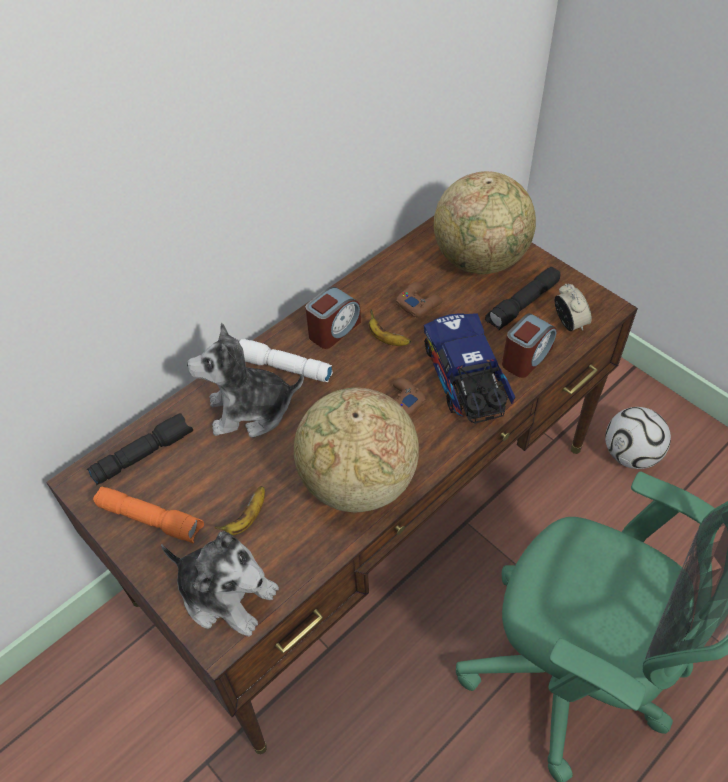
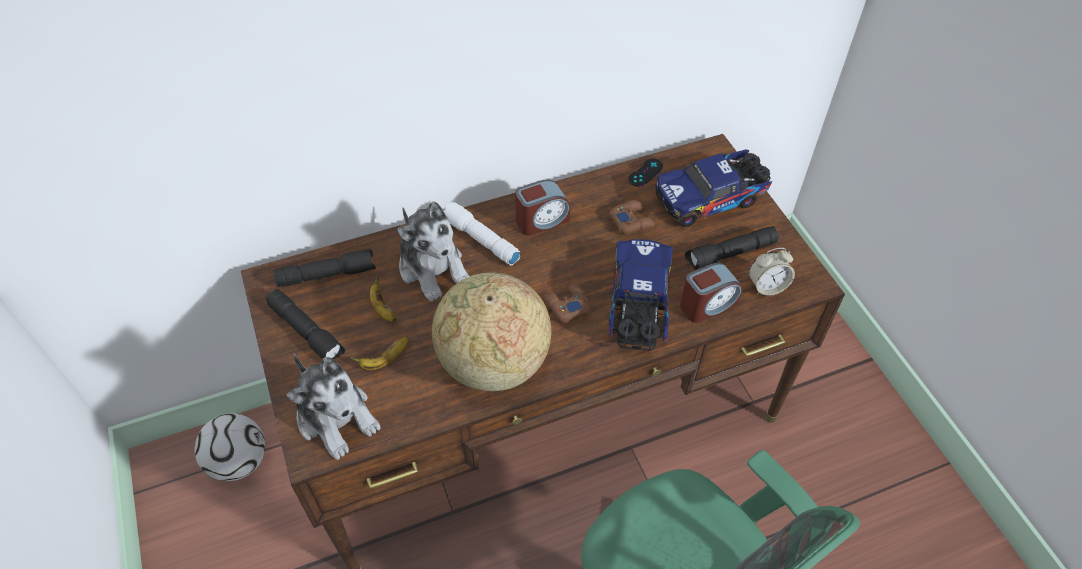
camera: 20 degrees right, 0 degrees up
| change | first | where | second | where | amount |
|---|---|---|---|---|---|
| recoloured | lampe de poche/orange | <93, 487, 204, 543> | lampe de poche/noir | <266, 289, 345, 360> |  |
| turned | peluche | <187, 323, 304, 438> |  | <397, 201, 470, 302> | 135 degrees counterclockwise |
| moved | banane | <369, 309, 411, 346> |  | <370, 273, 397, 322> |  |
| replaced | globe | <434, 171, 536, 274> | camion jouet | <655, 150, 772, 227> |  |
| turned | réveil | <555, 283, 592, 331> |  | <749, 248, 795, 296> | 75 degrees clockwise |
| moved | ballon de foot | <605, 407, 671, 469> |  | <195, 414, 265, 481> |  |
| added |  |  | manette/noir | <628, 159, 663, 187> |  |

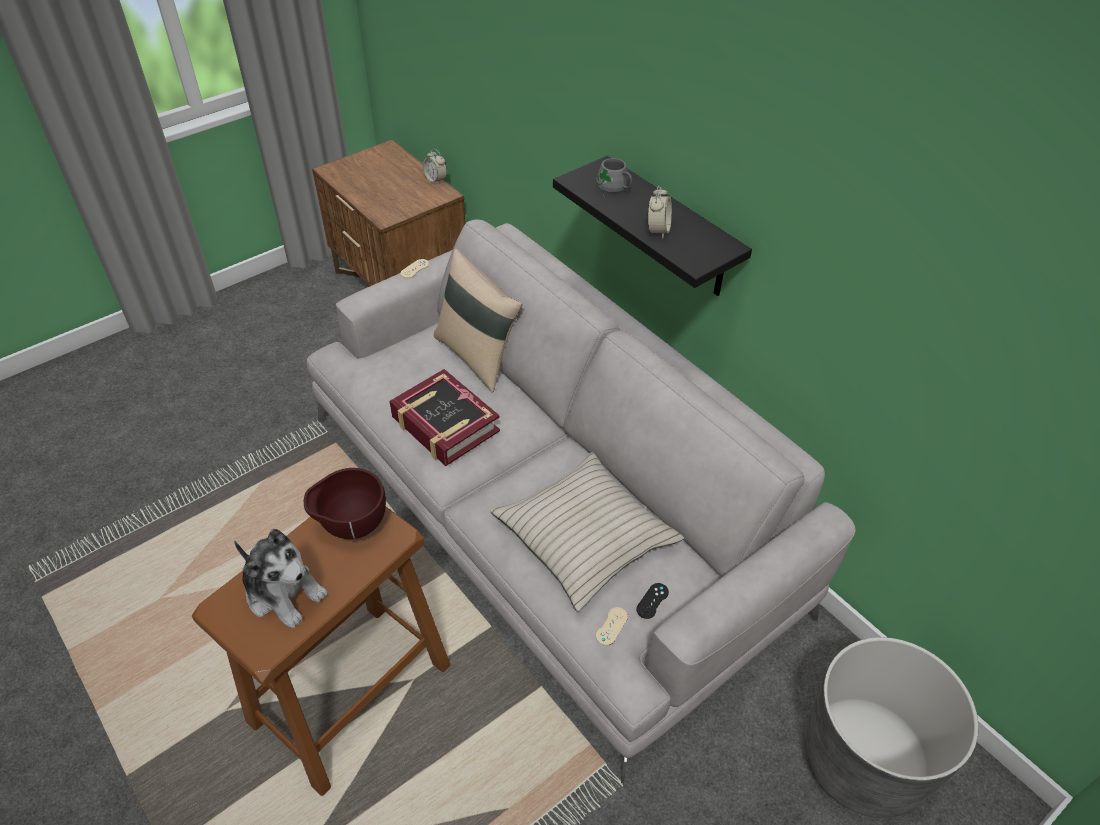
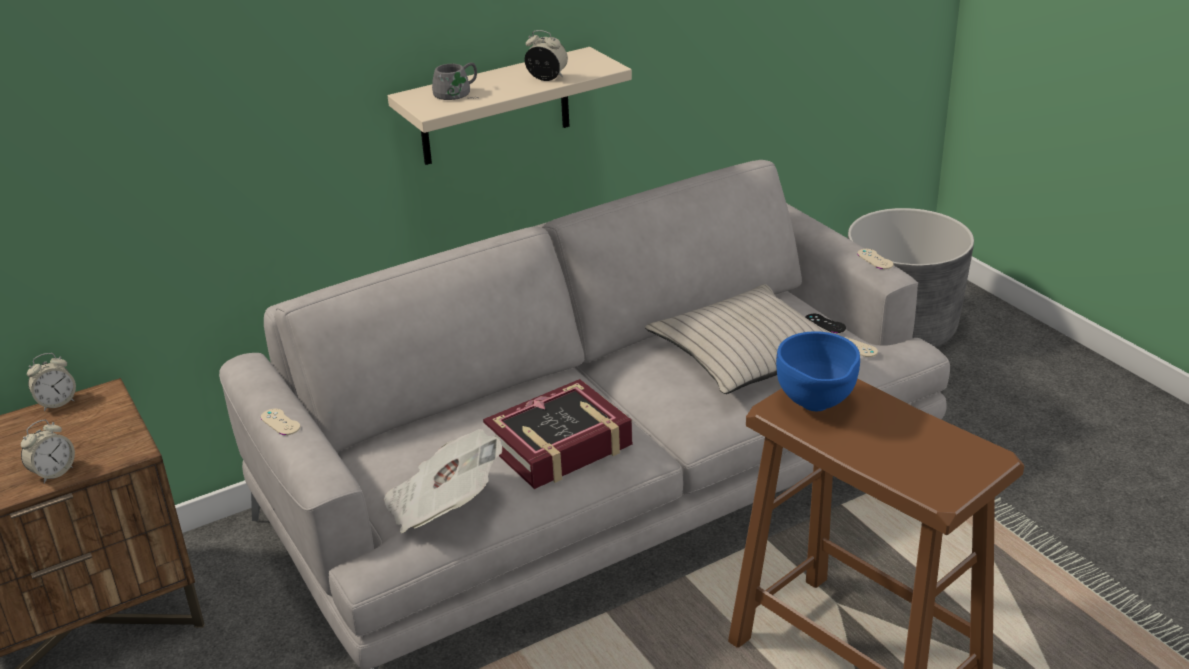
camera: 80 degrees left, 15 degrees down
| change | first | where | second | where | amount |
|---|---|---|---|---|---|
| removed | peluche | <234, 529, 328, 629> |  |  |  |
| recoloured | bol/marron | <304, 468, 386, 539> | bol/bleu | <776, 331, 860, 411> |  |
| removed | coussin/beige | <434, 249, 523, 393> |  |  |  |
| recoloured | étagère/noir | <553, 156, 752, 296> | étagère/beige | <388, 47, 632, 165> |  |
| added |  |  | réveil | <21, 419, 75, 484> |  |
| added |  |  | journal | <383, 429, 502, 533> |  |
| added |  |  | manette/beige | <857, 249, 893, 269> |  |

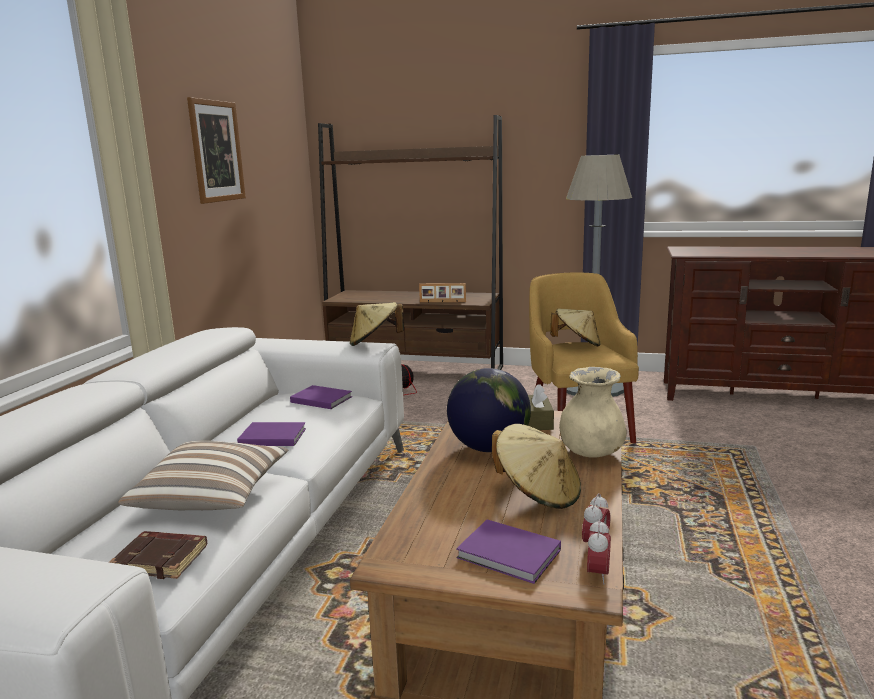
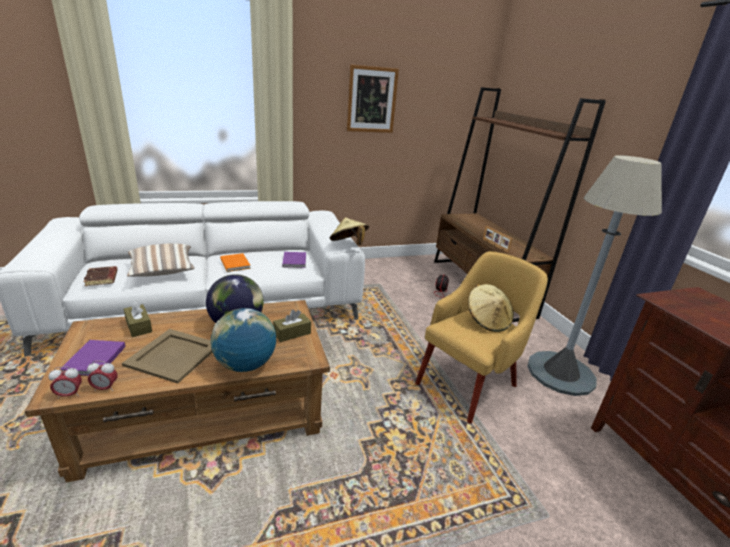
camera: 55 degrees right, 10 degrees up
| change | first | where | second | where | amount |
|---|---|---|---|---|---|
| recoloured | livre/violet | <237, 422, 306, 446> | livre/orange | <220, 253, 251, 272> |  |
| replaced | chapeau/beige | <492, 424, 581, 509> | plateau/beige | <122, 329, 213, 384> |  |
| replaced | vase/beige | <559, 367, 627, 458> | globe | <211, 308, 276, 372> |  |
| added |  |  | boîte à mouchoirs/marron | <124, 301, 152, 337> |  |

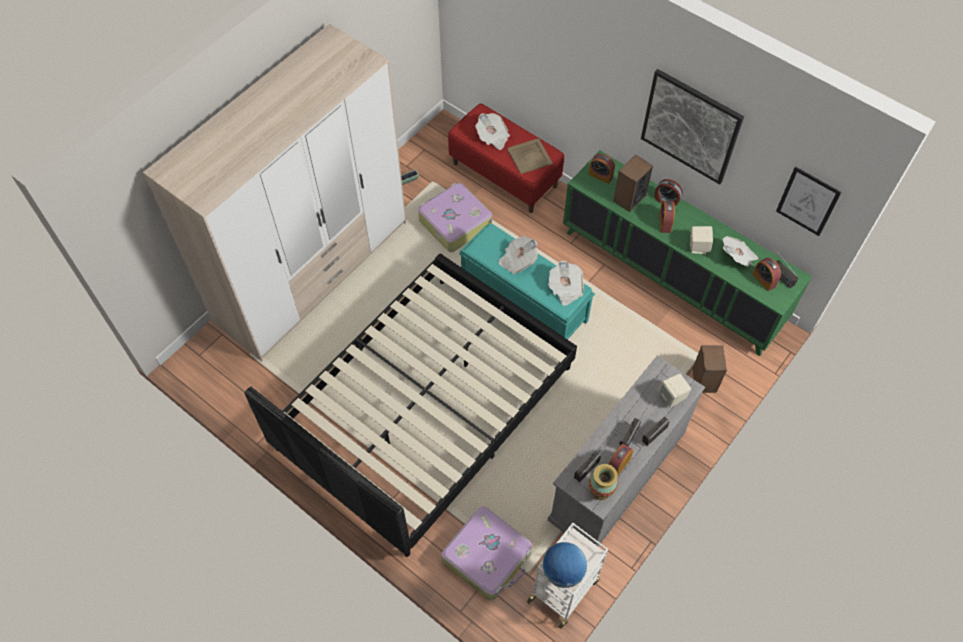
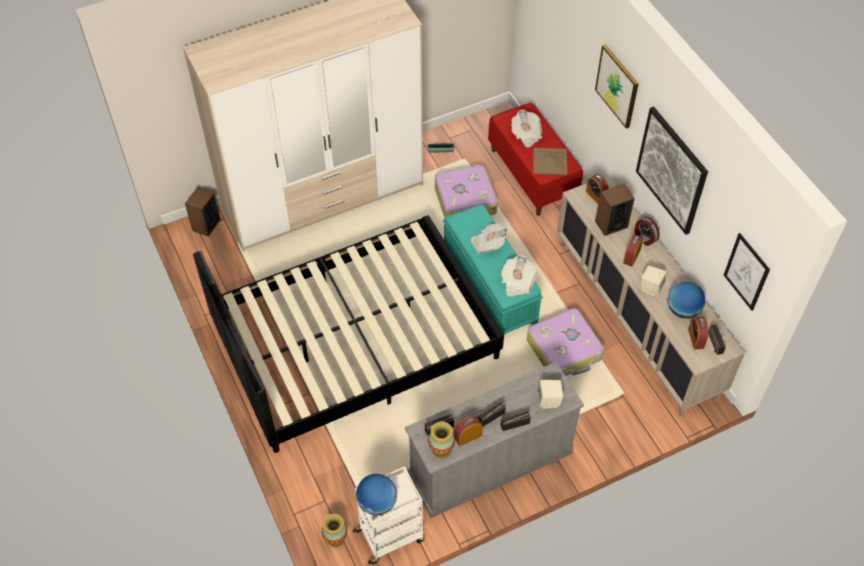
camera: 25 degrees right, 5 degrees down
| change | first | where | second | where | amount |
|---|---|---|---|---|---|
| moved | valise | <442, 506, 532, 600> |  | <527, 308, 604, 376> |  |
| recoloured | meuble de rangement/vert | <563, 151, 812, 356> | meuble de rangement/beige | <557, 175, 745, 417> |  |
| moved | enceinte | <692, 345, 727, 393> |  | <185, 187, 221, 237> |  |
| replaced | journal | <722, 236, 758, 267> | globe | <667, 282, 705, 319> |  |
| added |  |  | vase | <322, 514, 347, 547> |  |
| added |  |  | tableau | <595, 44, 639, 129> |  |

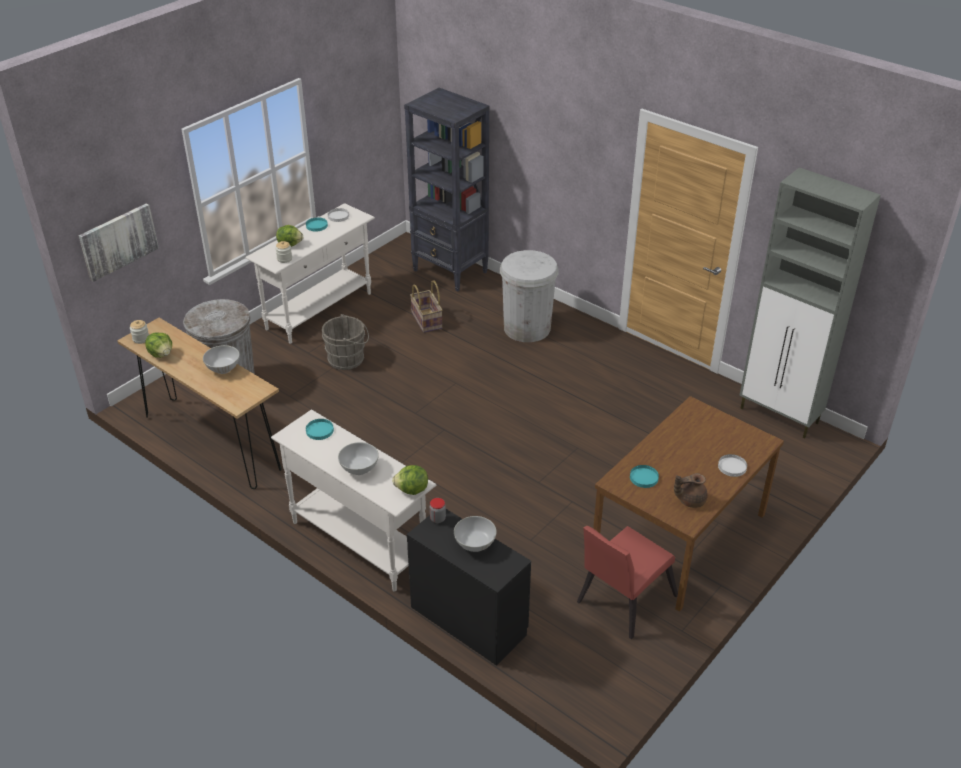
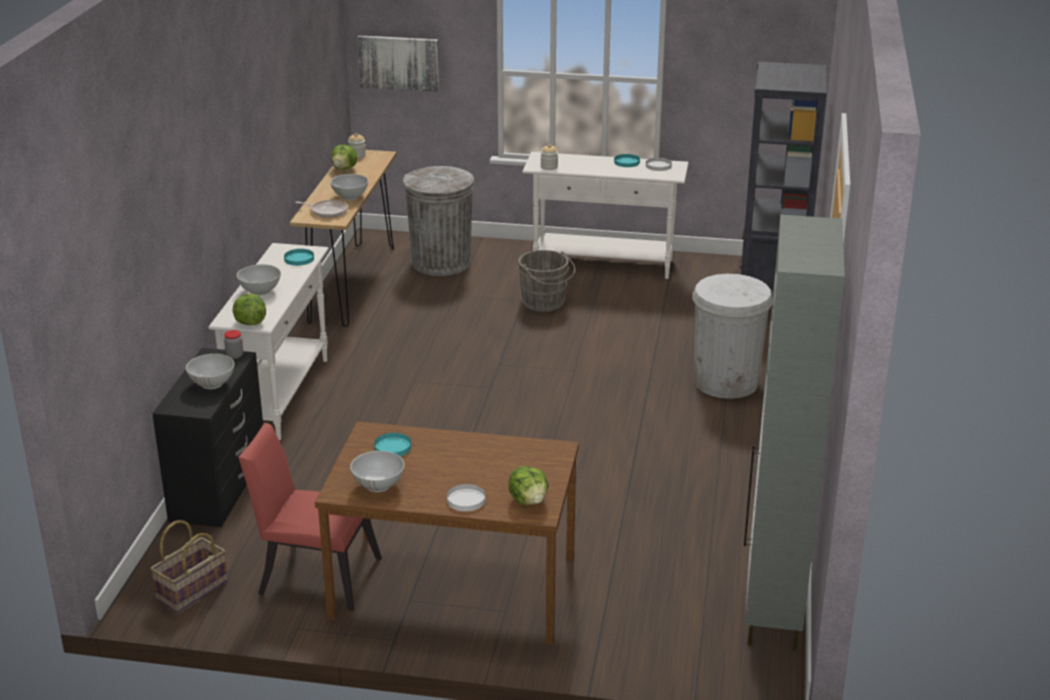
camera: 60 degrees right, 10 degrees down
| change | first | where | second | where | amount |
|---|---|---|---|---|---|
| moved | laitue | <276, 225, 303, 247> |  | <508, 466, 549, 505> |  |
| moved | panier | <410, 280, 442, 333> |  | <150, 520, 228, 612> |  |
| replaced | théière/marron | <674, 473, 708, 508> | bol/blanc | <350, 451, 404, 492> |  |
| added |  |  | poêle | <295, 200, 348, 218> |  |

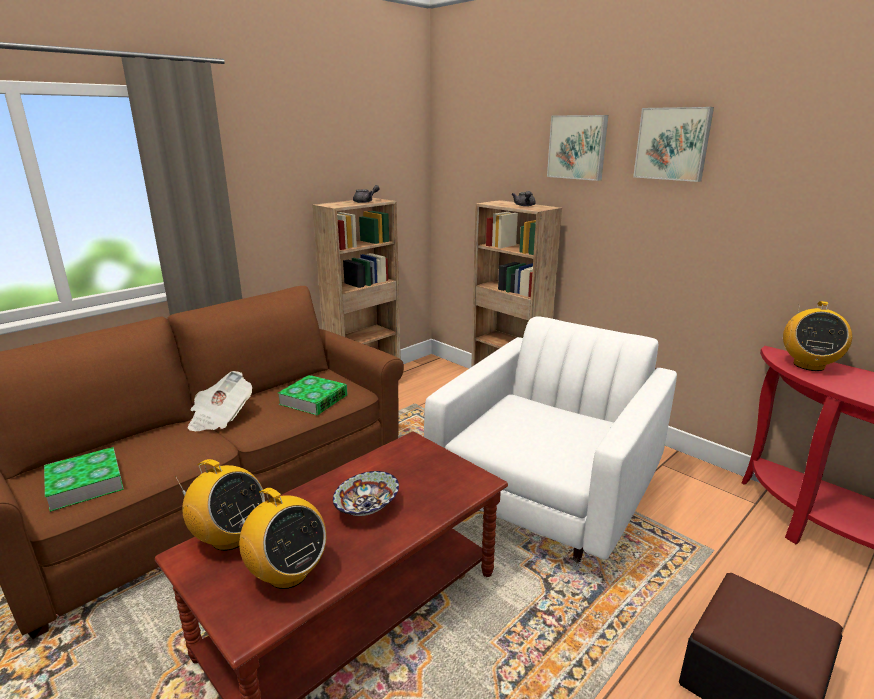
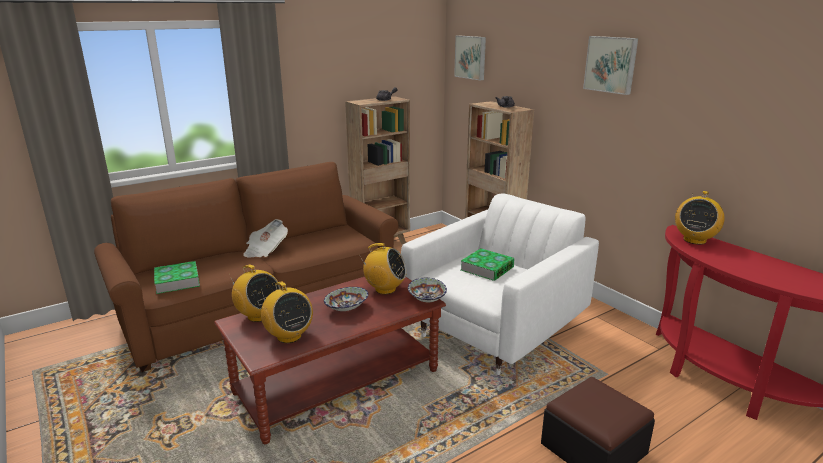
camera: 10 degrees right, 0 degrees up
| change | first | where | second | where | amount |
|---|---|---|---|---|---|
| moved | livre | <278, 375, 348, 415> |  | <461, 248, 515, 281> |  |
| moved | tableau | <547, 115, 608, 181> |  | <454, 35, 486, 80> |  |
| added |  |  | radio | <359, 243, 407, 294> |  |
| added |  |  | bol | <408, 278, 447, 302> |  |

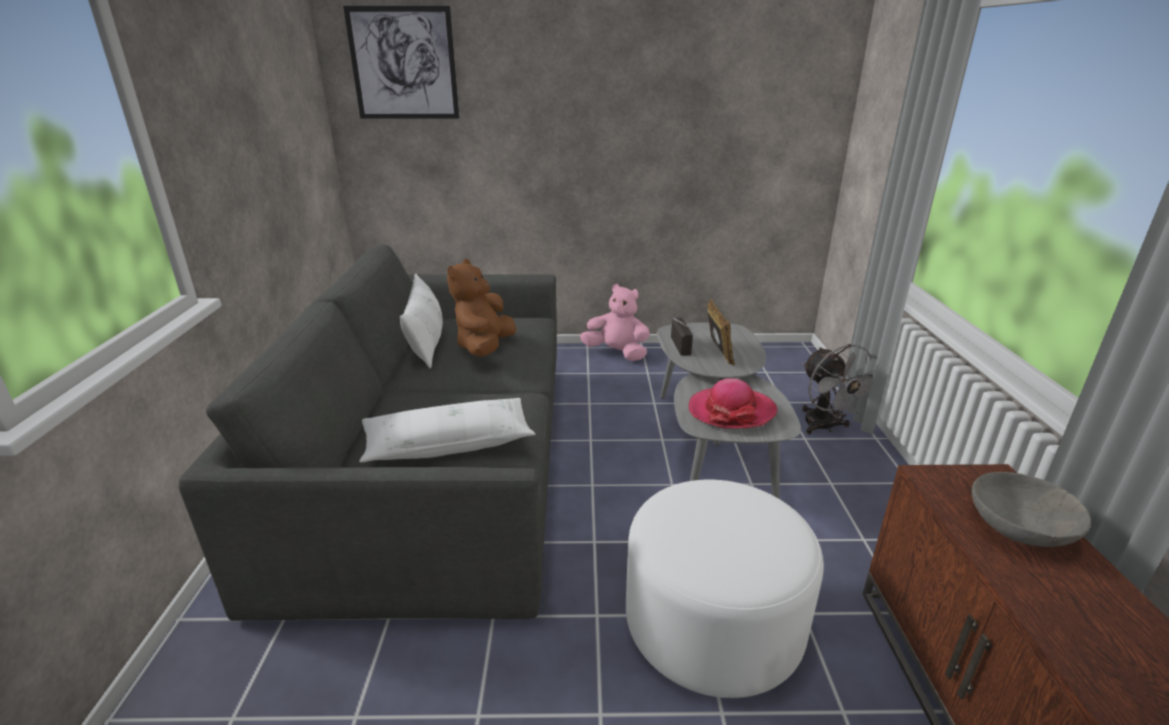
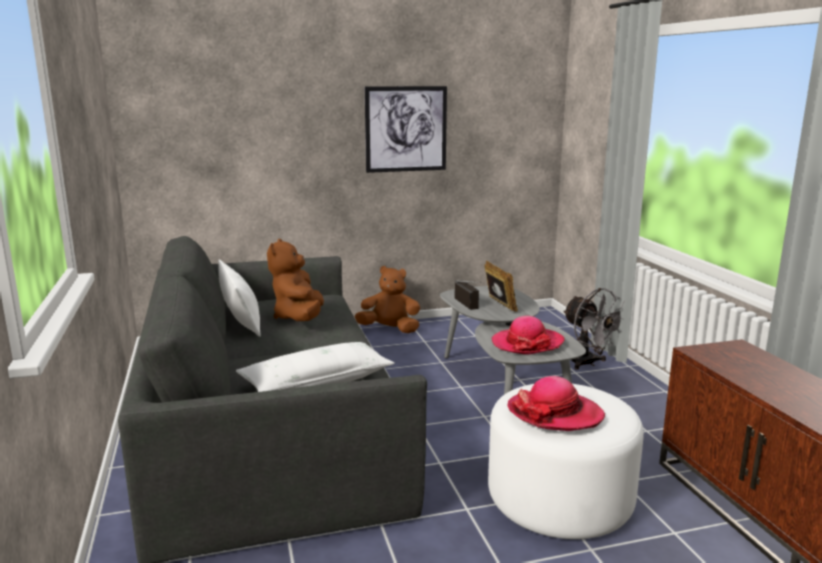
camera: 15 degrees left, 10 degrees down
| change | first | where | second | where | amount |
|---|---|---|---|---|---|
| moved | tableau | <343, 6, 459, 119> |  | <365, 86, 447, 173> |  |
| recoloured | peluche/rose | <580, 284, 650, 361> | peluche/marron | <354, 266, 420, 333> |  |
| removed | bol/gris | <972, 472, 1091, 547> |  |  |  |
| added |  |  | chapeau | <507, 376, 605, 431> |  |

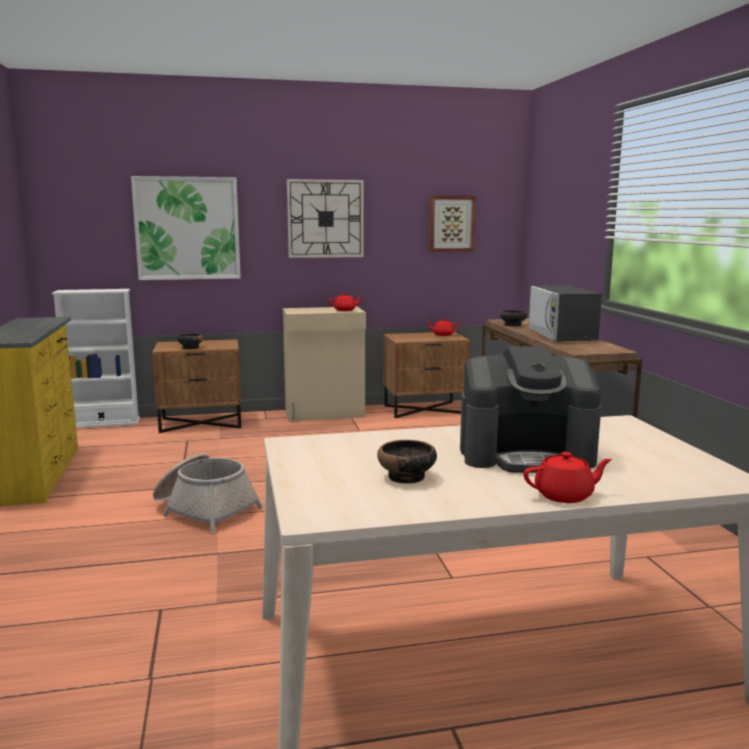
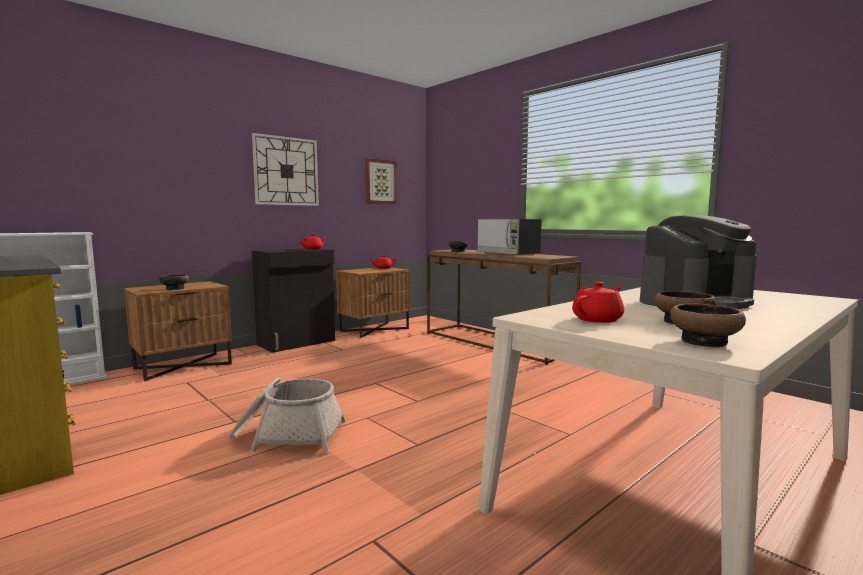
camera: 30 degrees left, 5 degrees down
| change | first | where | second | where | amount |
|---|---|---|---|---|---|
| removed | tableau | <131, 176, 241, 280> |  |  |  |
| recoloured | meuble de rangement/beige | <283, 306, 366, 422> | meuble de rangement/noir | <252, 248, 335, 353> |  |
| moved | théière/rouge | <523, 452, 612, 503> |  | <572, 282, 624, 323> |  |
| added |  |  | bol | <670, 303, 746, 347> |  |

